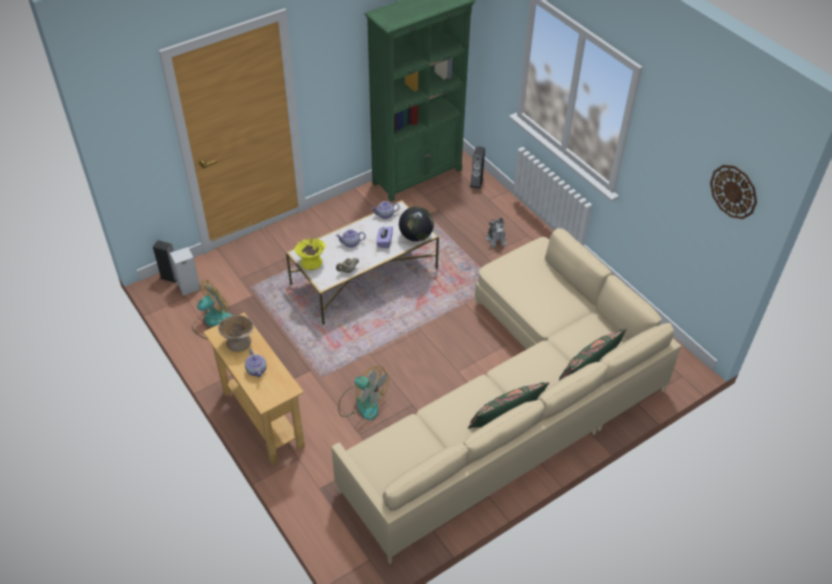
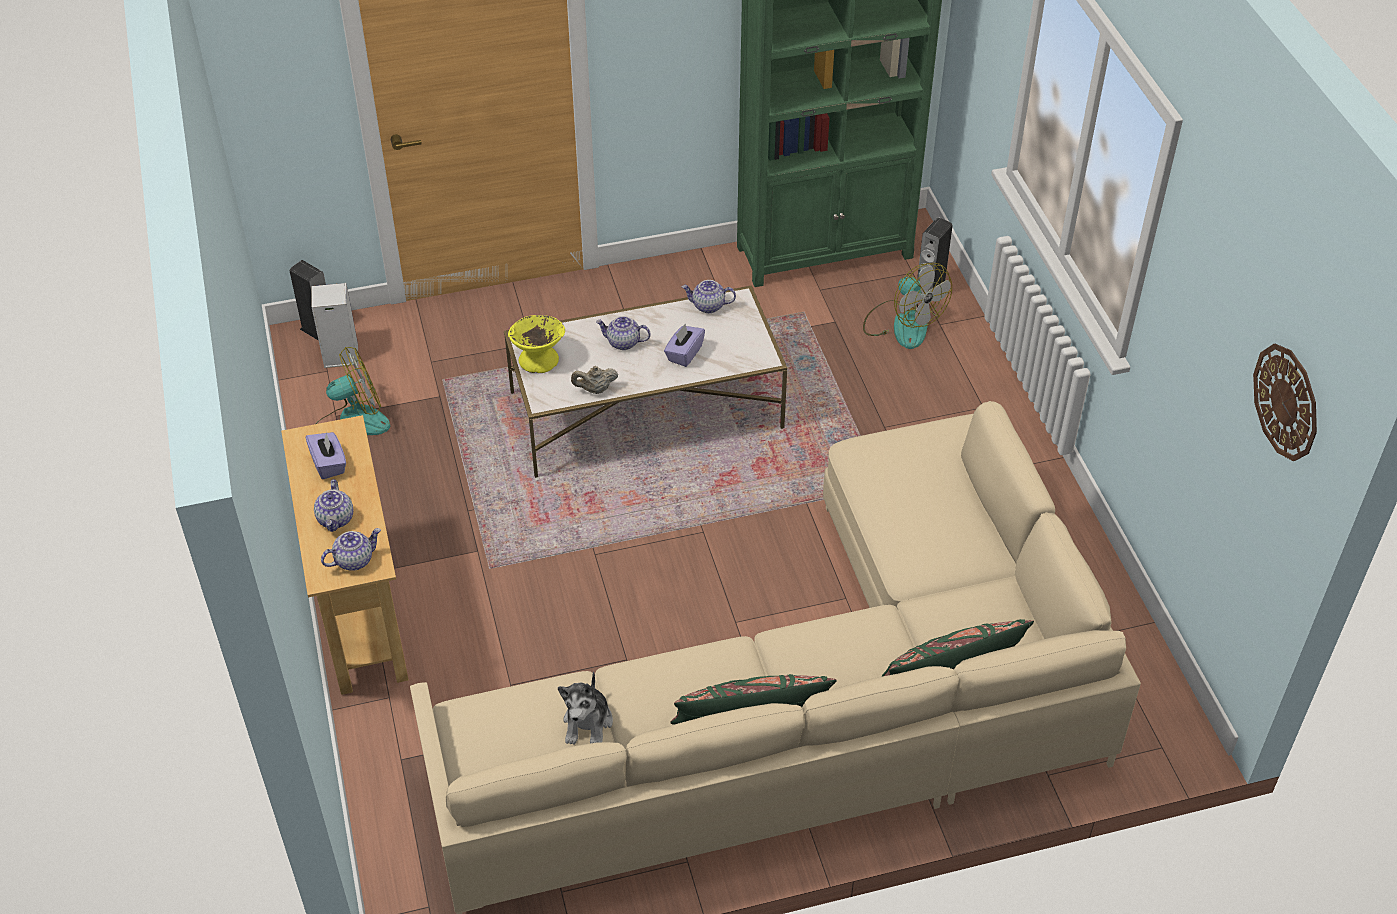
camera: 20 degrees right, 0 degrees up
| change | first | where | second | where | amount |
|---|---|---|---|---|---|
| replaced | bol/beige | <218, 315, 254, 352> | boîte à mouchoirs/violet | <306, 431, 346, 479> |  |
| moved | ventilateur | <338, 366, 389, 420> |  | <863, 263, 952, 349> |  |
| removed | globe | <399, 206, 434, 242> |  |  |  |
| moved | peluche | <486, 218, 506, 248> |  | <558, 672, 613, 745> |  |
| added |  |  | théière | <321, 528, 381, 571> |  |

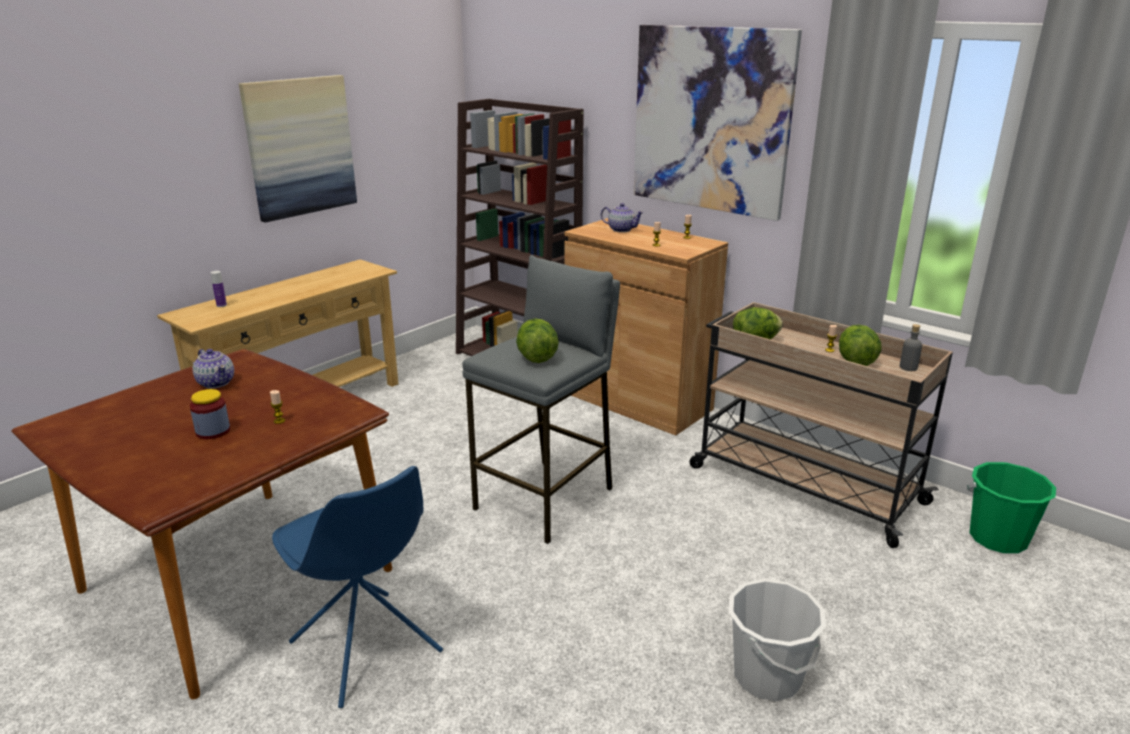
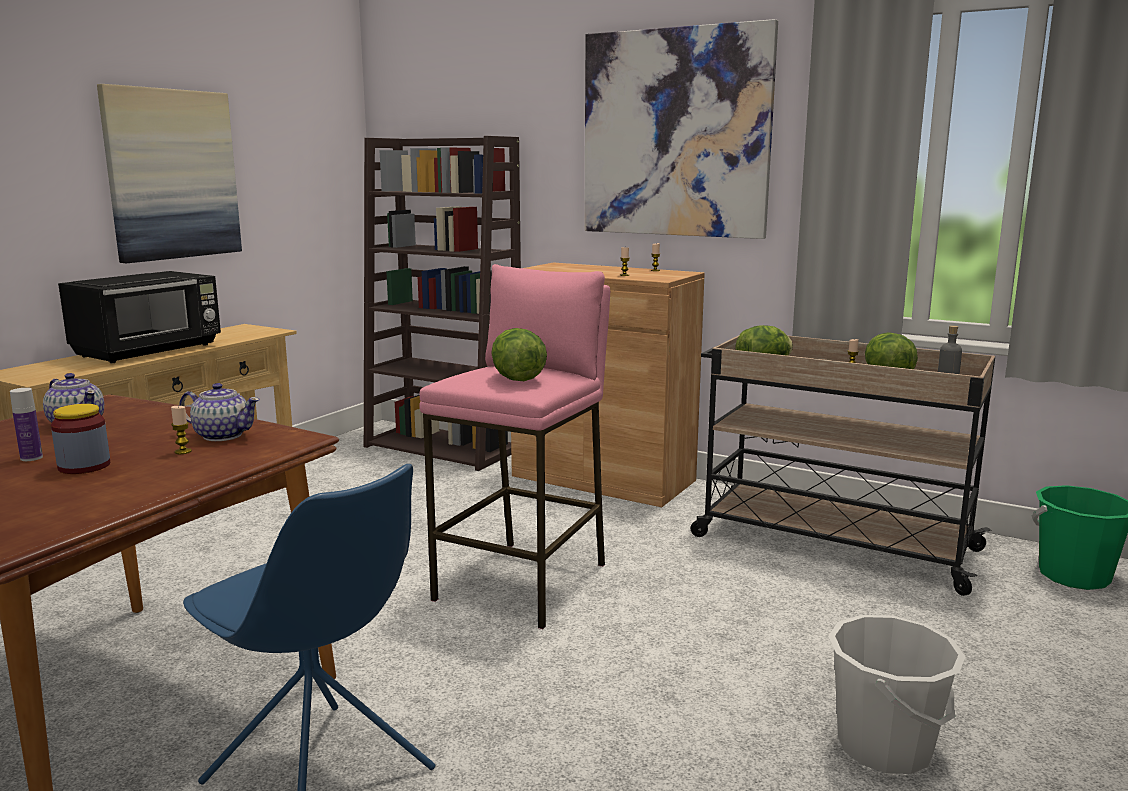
camera: 10 degrees left, 10 degrees down
| change | first | where | second | where | amount |
|---|---|---|---|---|---|
| moved | bouteille | <211, 271, 227, 307> |  | <10, 388, 43, 461> |  |
| recoloured | tabouret/gris | <462, 255, 620, 544> | tabouret/rose | <419, 264, 610, 629> |  |
| moved | théière | <601, 203, 644, 232> |  | <179, 383, 260, 441> |  |
| added |  |  | micro-ondes/noir | <58, 271, 221, 363> |  |

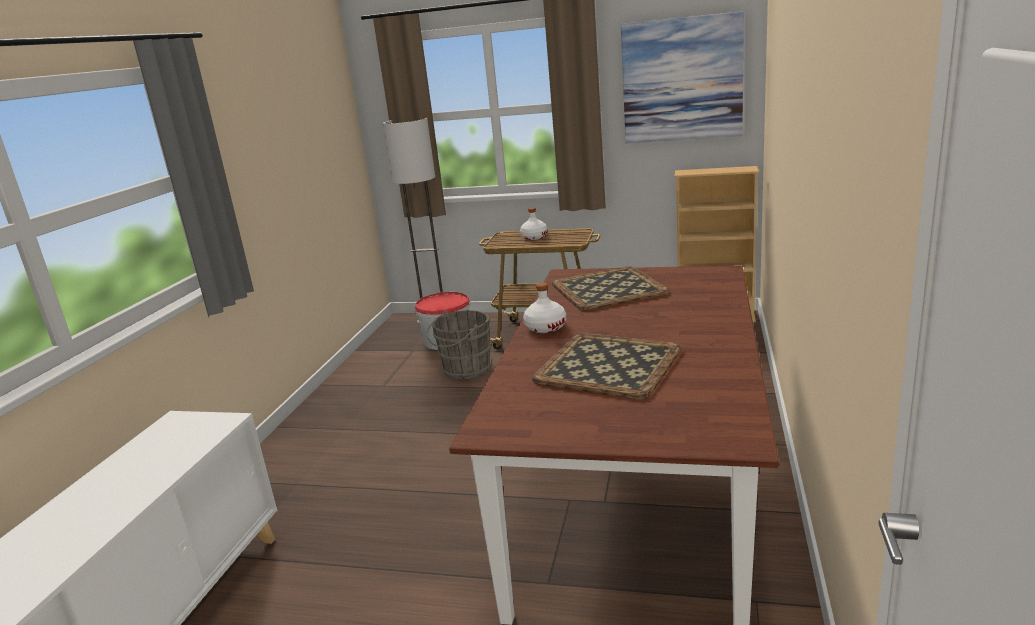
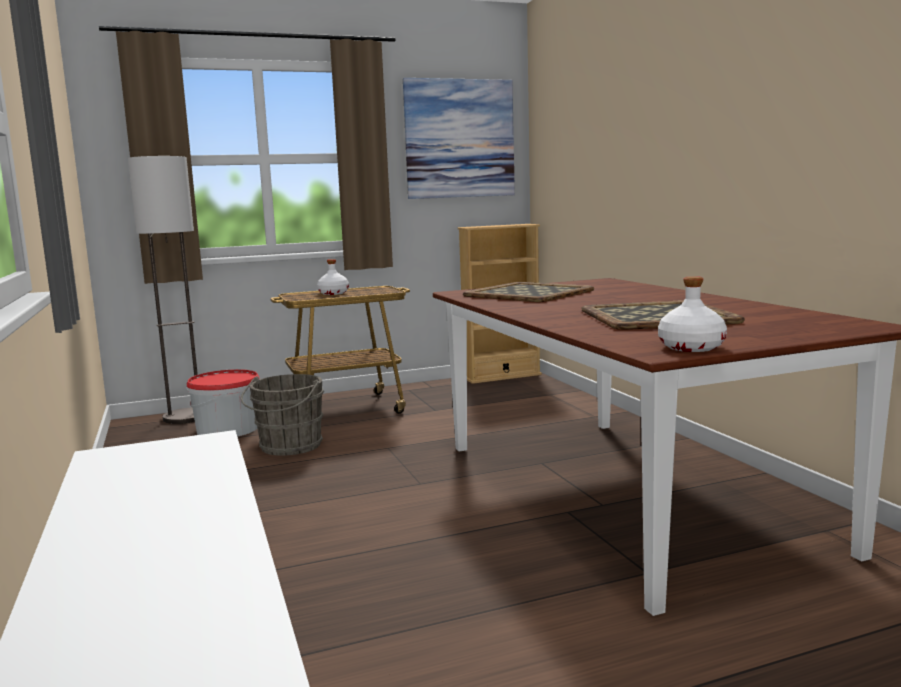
camera: 35 degrees left, 10 degrees down
| change | first | where | second | where | amount |
|---|---|---|---|---|---|
| moved | bouteille/blanc | <523, 282, 566, 333> |  | <658, 276, 727, 352> |  |

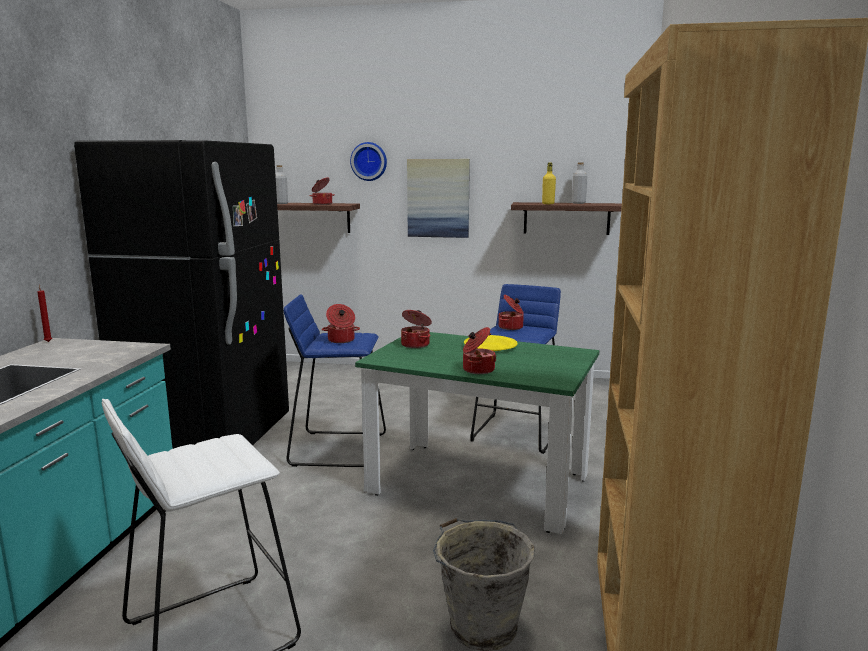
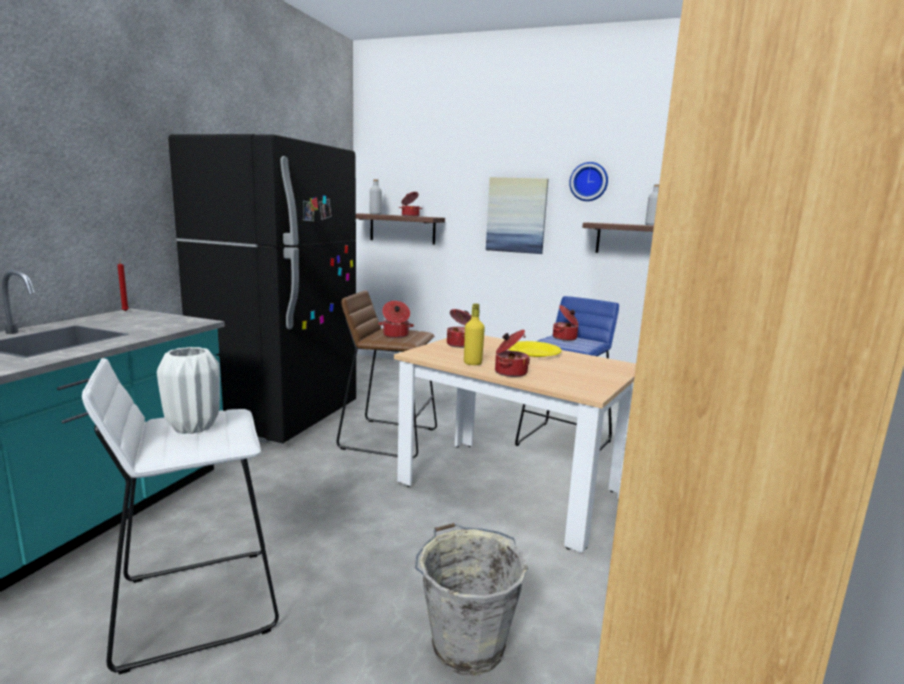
camera: 10 degrees right, 0 degrees up
| change | first | where | second | where | amount |
|---|---|---|---|---|---|
| recoloured | tabouret/bleu | <284, 294, 386, 467> | tabouret/marron | <337, 290, 437, 458> |  |
| moved | horloge murale | <350, 142, 387, 181> |  | <569, 162, 608, 201> |  |
| recoloured | table à manger/vert | <355, 332, 600, 534> | table à manger/beige | <394, 335, 636, 553> |  |
| moved | bouteille/jaune | <542, 162, 556, 204> |  | <464, 303, 485, 365> |  |
| added |  |  | vase/blanc | <157, 347, 220, 434> |  |

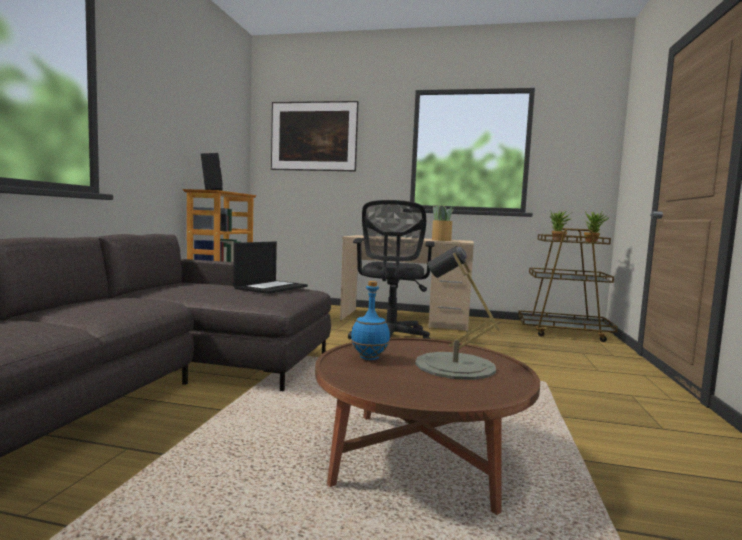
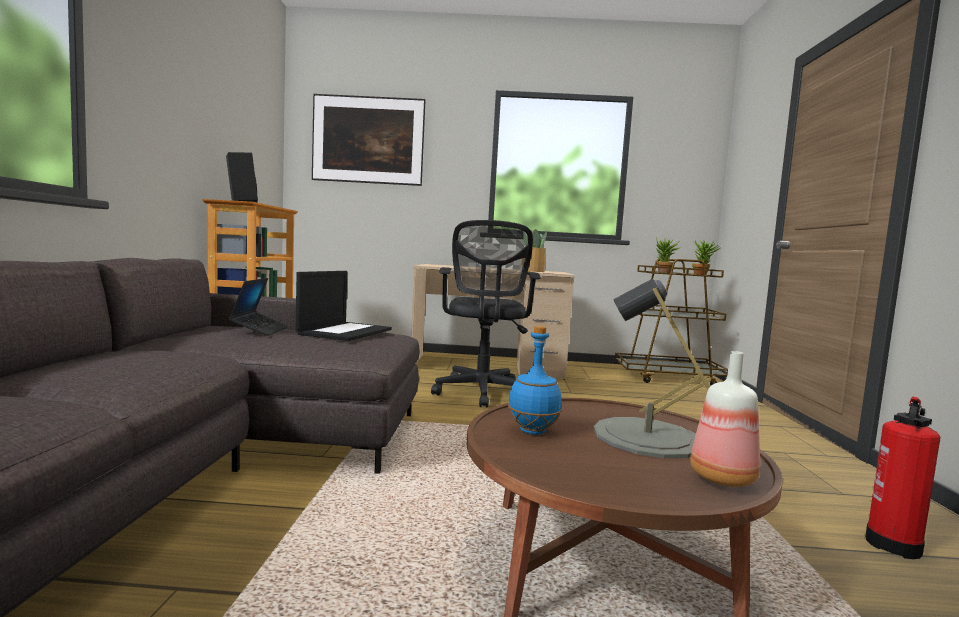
camera: 10 degrees left, 0 degrees up
| change | first | where | second | where | amount |
|---|---|---|---|---|---|
| added |  |  | ordinateur portable | <229, 278, 289, 336> |  |
| added |  |  | bouteille | <690, 351, 760, 487> |  |
| added |  |  | extincteur | <865, 397, 940, 559> |  |

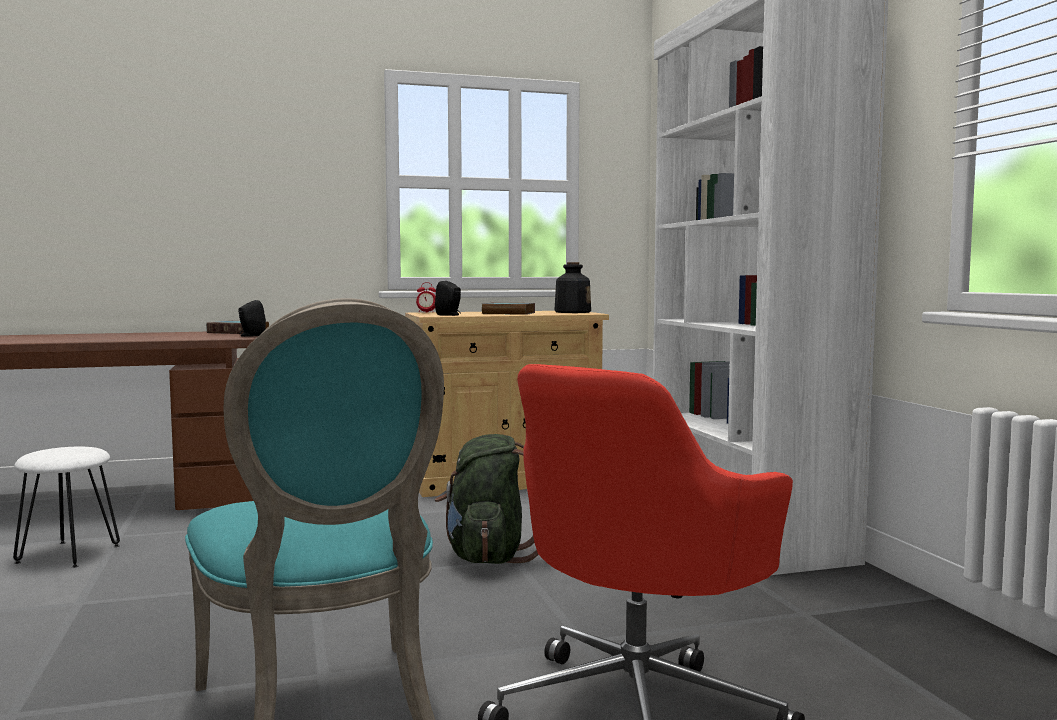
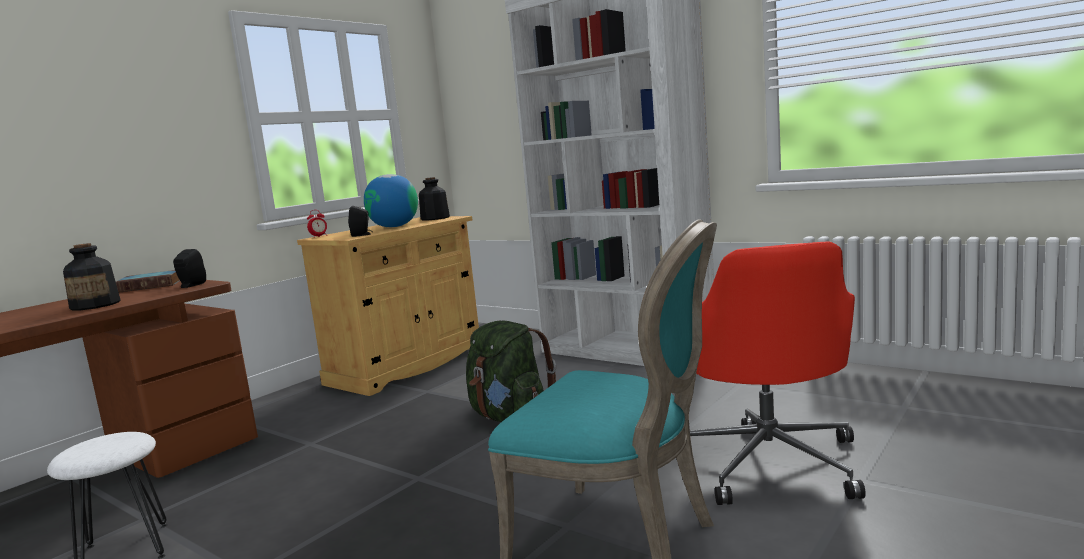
camera: 35 degrees left, 5 degrees up
| change | first | where | second | where | amount |
|---|---|---|---|---|---|
| replaced | livre | <482, 303, 535, 315> | globe | <364, 174, 418, 227> |  |
| added |  |  | bouteille | <63, 243, 120, 310> |  |

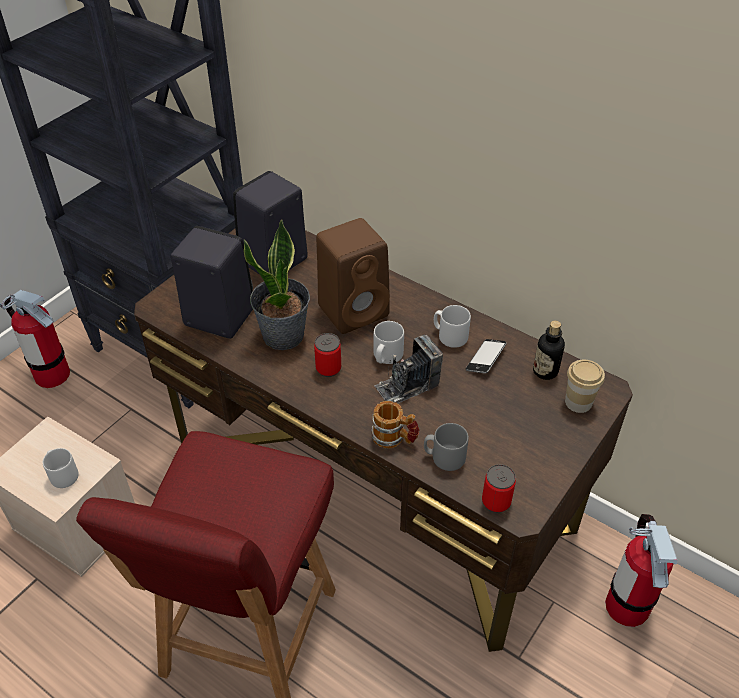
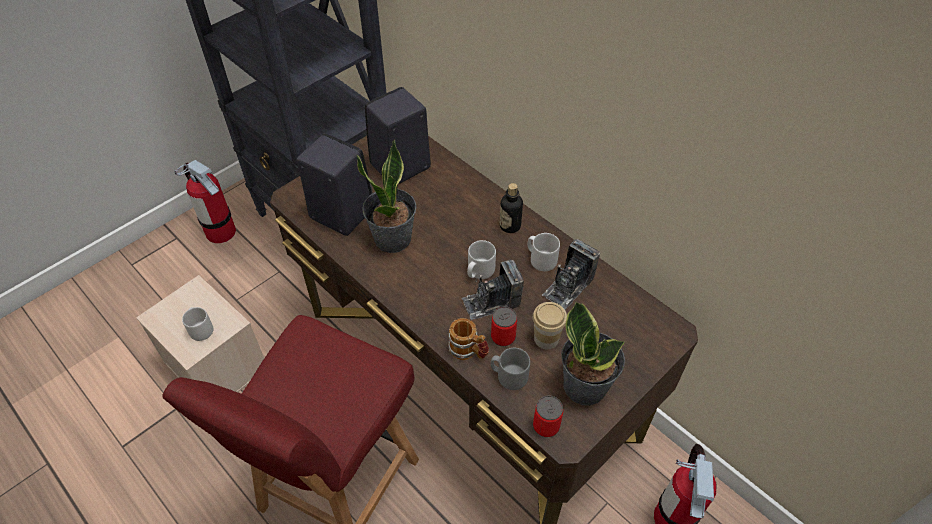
camera: 10 degrees right, 5 degrees up
| change | first | where | second | where | amount |
|---|---|---|---|---|---|
| moved | boîte métallique | <314, 333, 341, 377> |  | <491, 306, 517, 346> |  |
| removed | enceinte/marron | <316, 218, 390, 334> |  |  |  |
| replaced | téléphone | <466, 339, 507, 374> | appareil photo | <542, 239, 600, 309> |  |
| moved | bouteille | <533, 321, 565, 380> |  | <500, 183, 523, 233> |  |
| moved | tasse | <565, 360, 605, 413> |  | <533, 302, 567, 349> |  |
| added |  |  | plante en pot | <561, 301, 625, 406> |  |

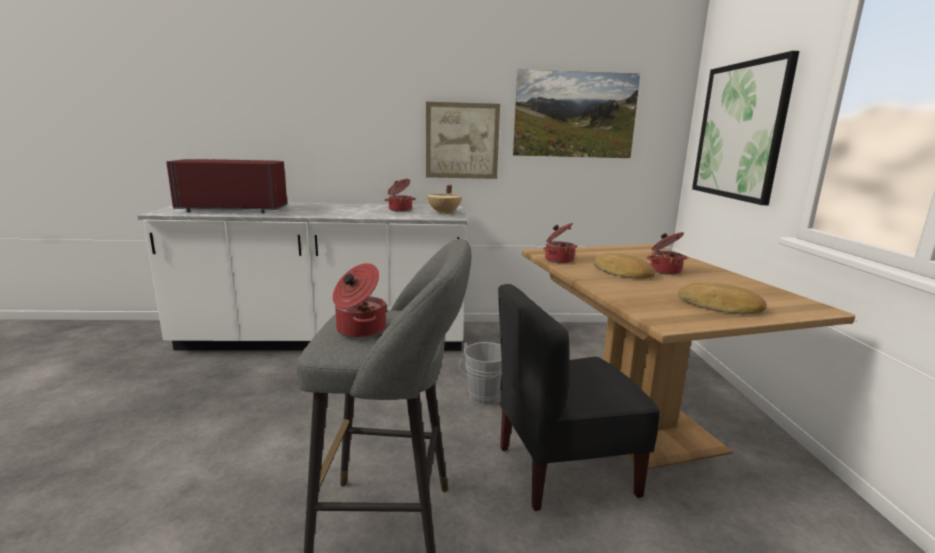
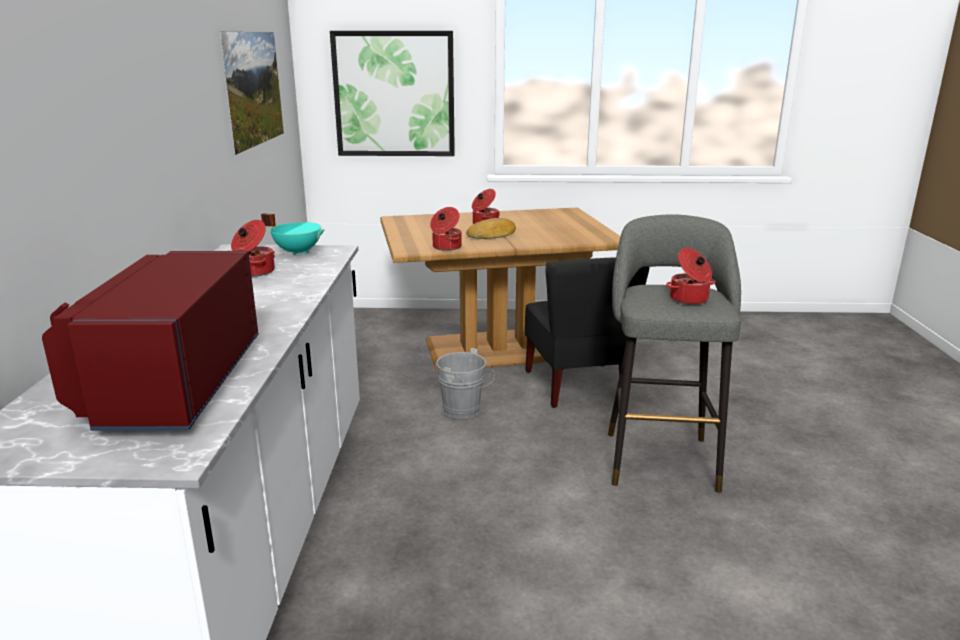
camera: 85 degrees left, 5 degrees up
| change | first | where | second | where | amount |
|---|---|---|---|---|---|
| removed | tableau | <426, 102, 500, 179> |  |  |  |
| recoloured | marmite/beige | <427, 185, 462, 214> | marmite/turquoise | <261, 213, 325, 256> |  |
| removed | pain | <678, 283, 767, 314> |  |  |  |

